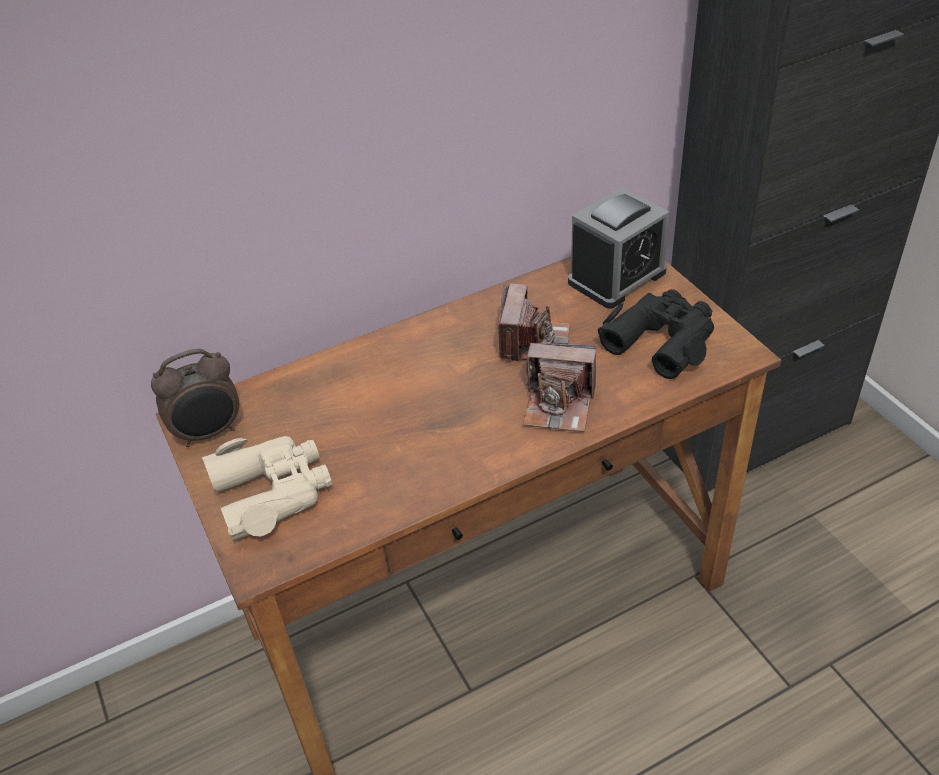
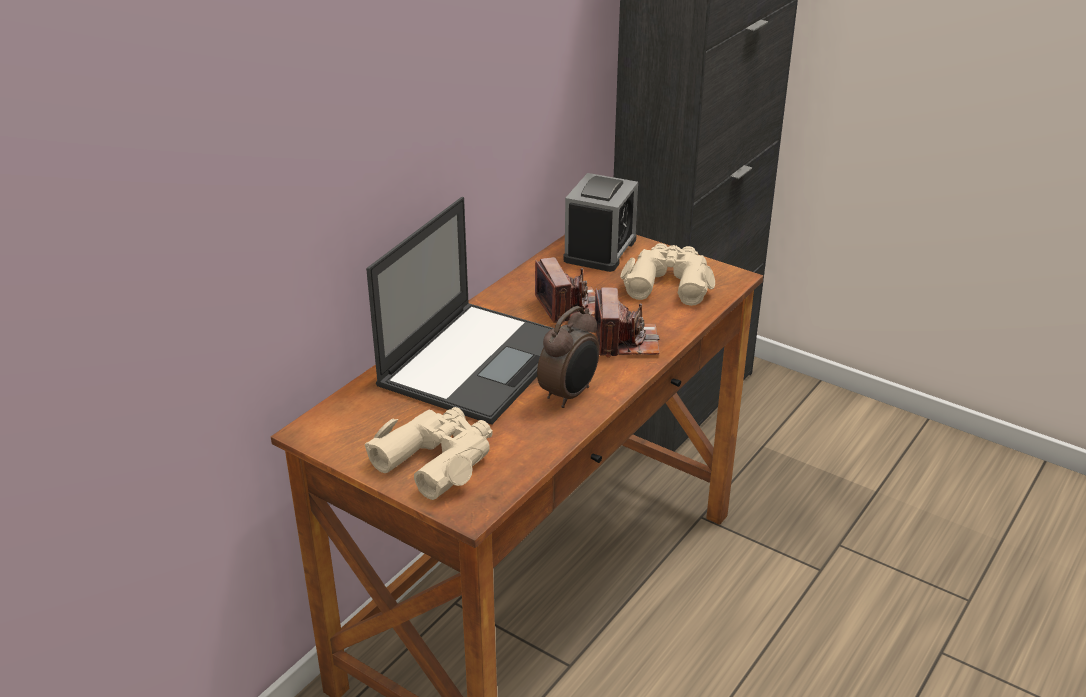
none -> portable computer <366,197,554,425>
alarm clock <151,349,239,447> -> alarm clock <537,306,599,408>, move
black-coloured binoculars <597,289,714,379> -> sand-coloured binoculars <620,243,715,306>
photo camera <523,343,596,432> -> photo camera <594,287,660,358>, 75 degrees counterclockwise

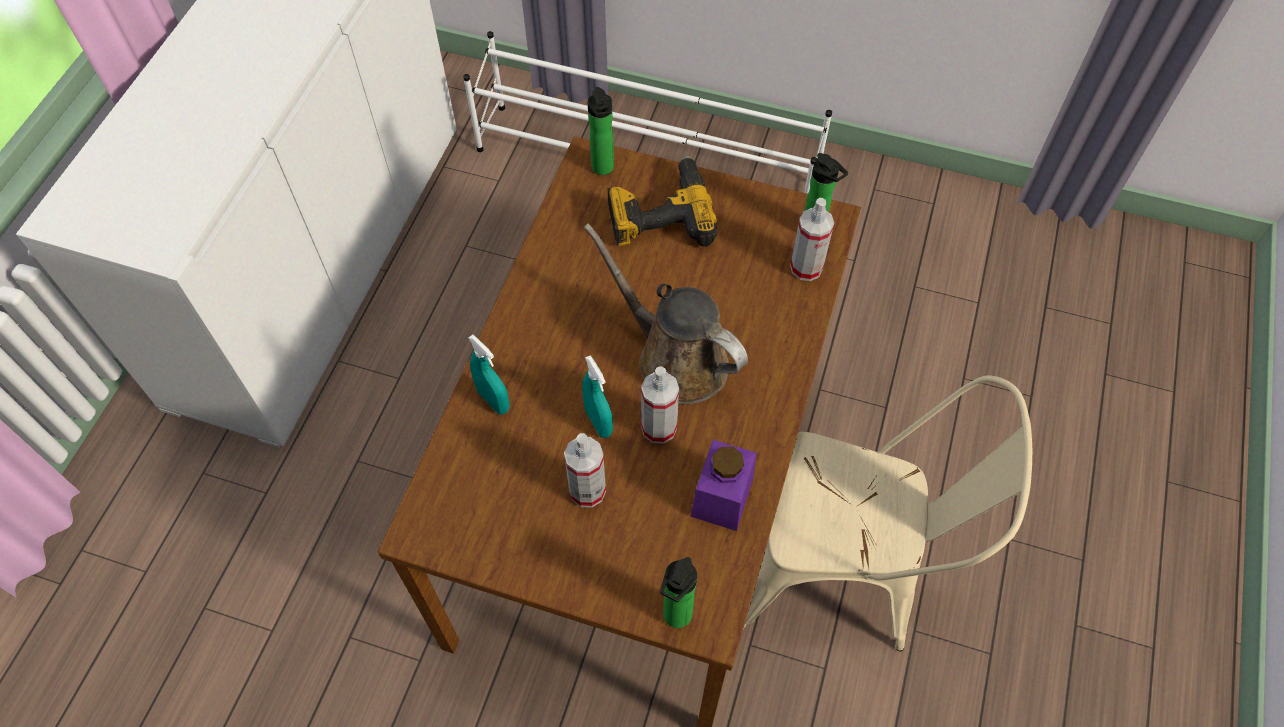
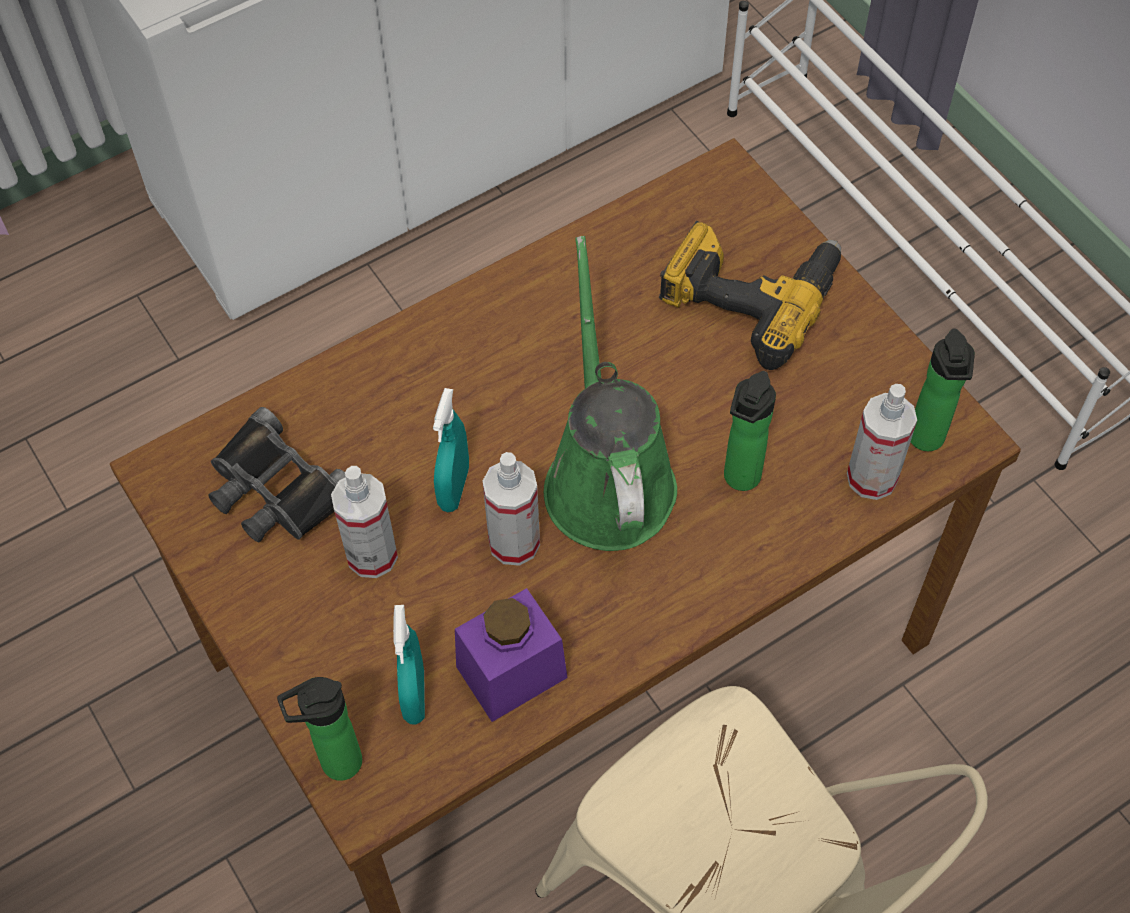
none -> black-coloured binoculars <209,407,346,542>
turquoise spray bottle <468,335,510,414> -> turquoise spray bottle <393,605,425,725>, move
drink bottle <587,87,614,175> -> drink bottle <724,371,776,491>, move
brown watering can <584,223,748,405> -> green watering can <544,236,677,551>

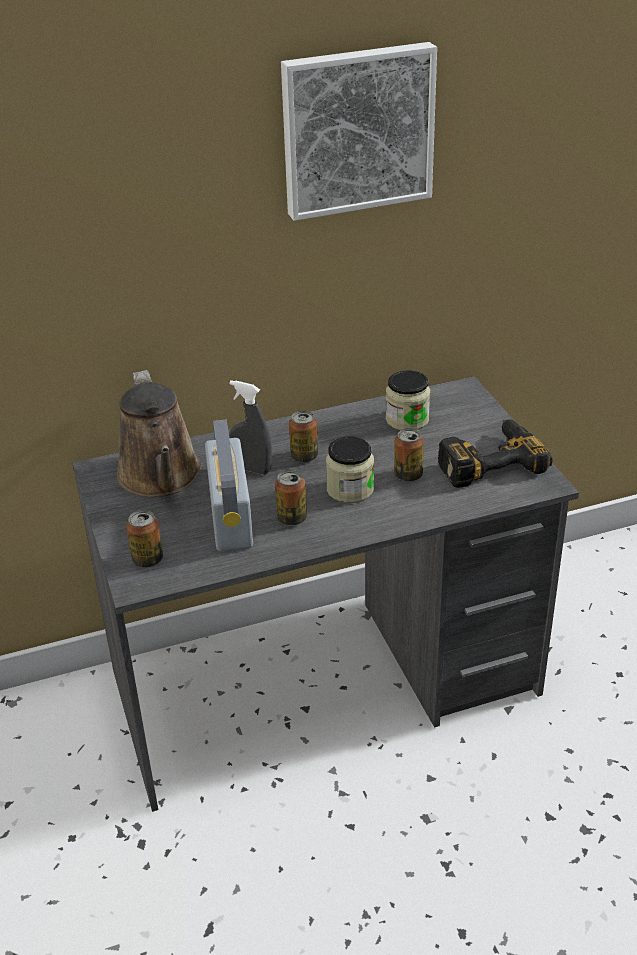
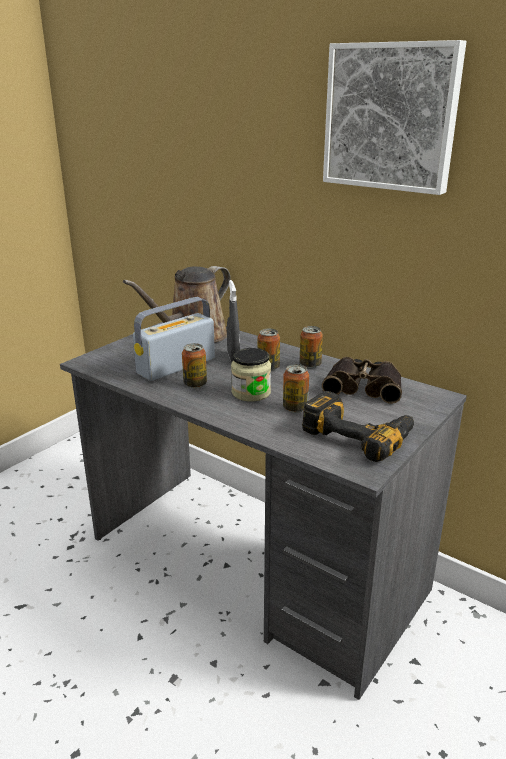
metal can <126,510,163,568> -> metal can <300,326,323,368>, move
preserve jar <386,371,430,430> -> binoculars <322,357,402,404>

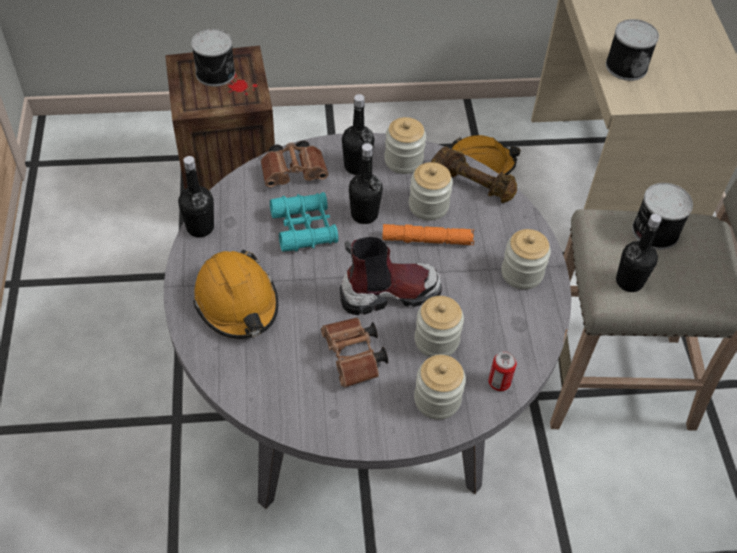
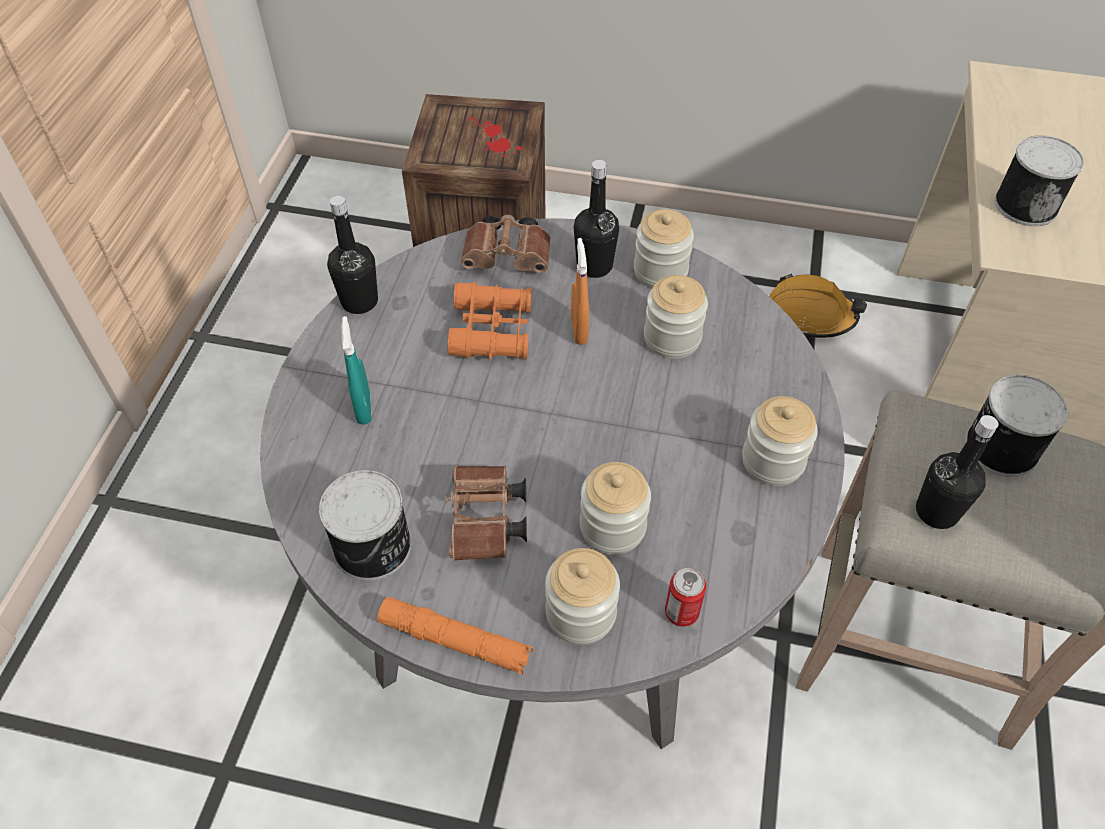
boot <340,237,442,315> -> none
brown hand weight <431,146,517,203> -> none
metal can <191,29,235,87> -> metal can <319,470,412,581>, move
orangey torch <382,224,474,245> -> orangey torch <377,597,533,675>, move
orangey hard hat <193,249,278,339> -> turquoise spray bottle <341,316,371,425>
black-coloured drink bottle <349,143,383,224> -> orangey spray bottle <571,238,589,345>
turquoise binoculars <270,192,338,252> -> orangey binoculars <448,282,532,360>

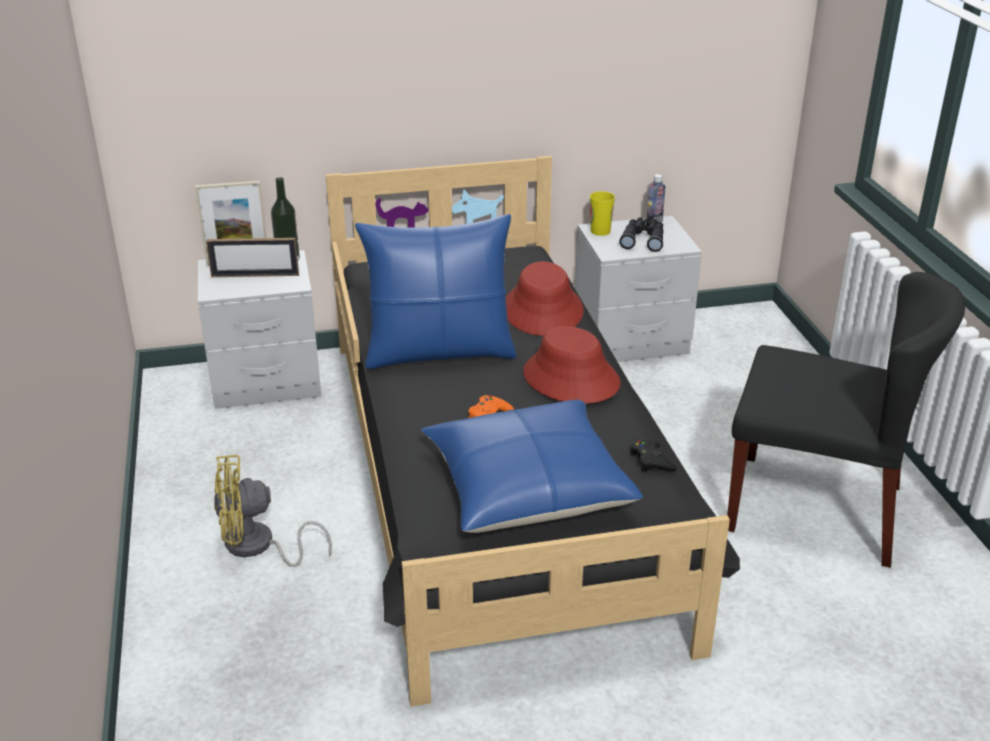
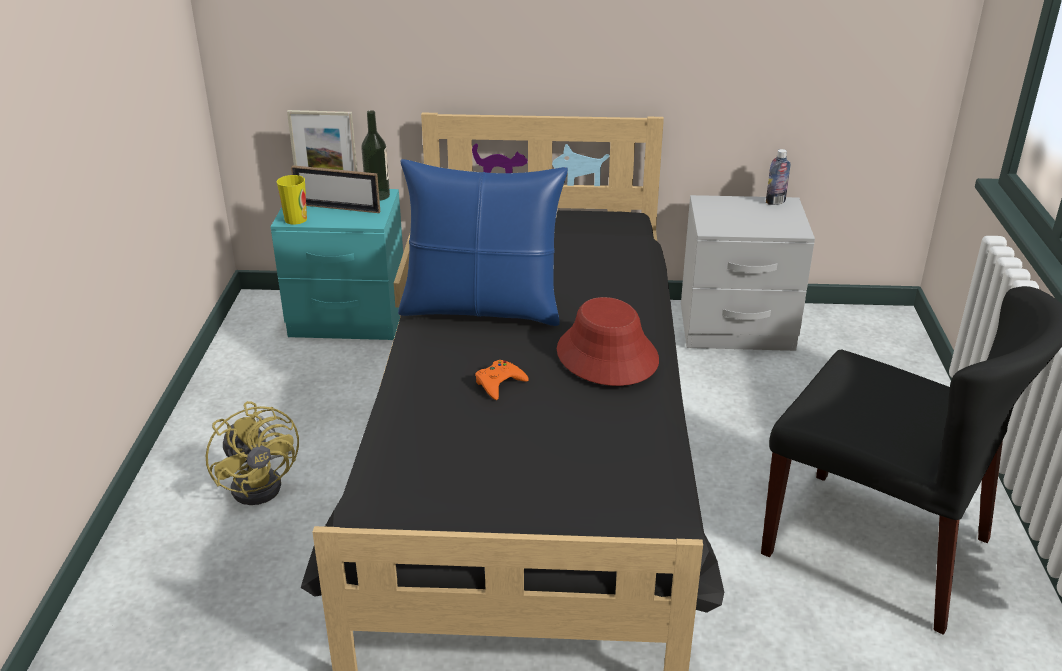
bluish throw pillow <421,400,643,533> -> none
reddish clothing hat <506,261,584,336> -> none
black-coloured binoculars <619,217,664,252> -> none
black-coloured gamepad <630,440,677,472> -> none
small cup <590,191,615,236> -> small cup <277,175,307,225>, move
grey night table <198,250,321,409> -> turquoise night table <271,189,403,340>
yellow cooling fan <214,455,332,567> -> yellow cooling fan <206,401,299,505>, 120 degrees counterclockwise

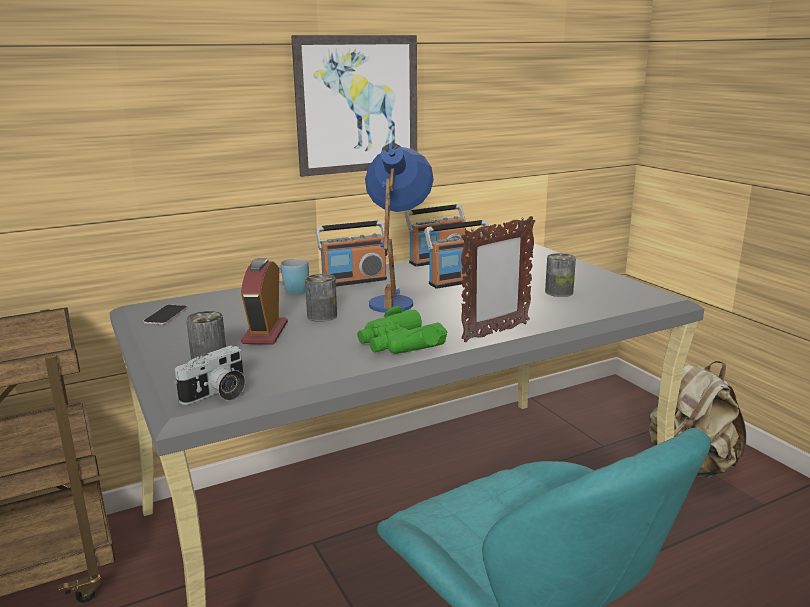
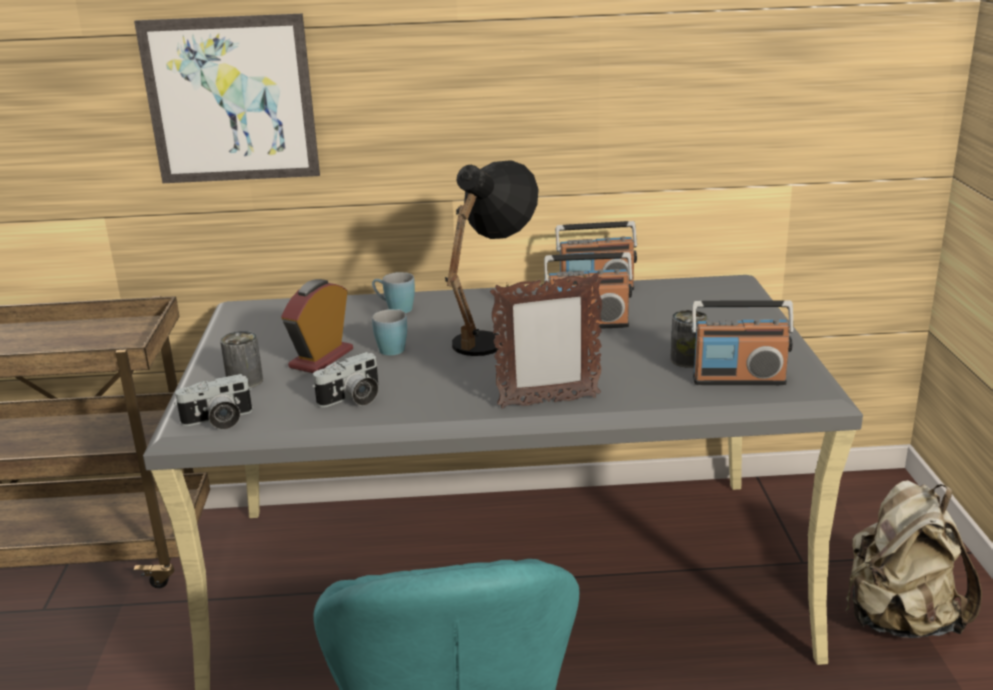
handset <143,305,187,325> -> none
green binoculars <357,306,447,354> -> none
none -> photo camera <313,352,379,407>
wall art <291,35,417,177> -> wall art <134,13,320,183>, move
radio <315,220,388,286> -> radio <692,300,794,385>, move
metal can <305,274,337,322> -> bluish mug <372,309,407,356>
bluish tabletop lamp <365,143,434,313> -> black-coloured tabletop lamp <445,160,539,356>

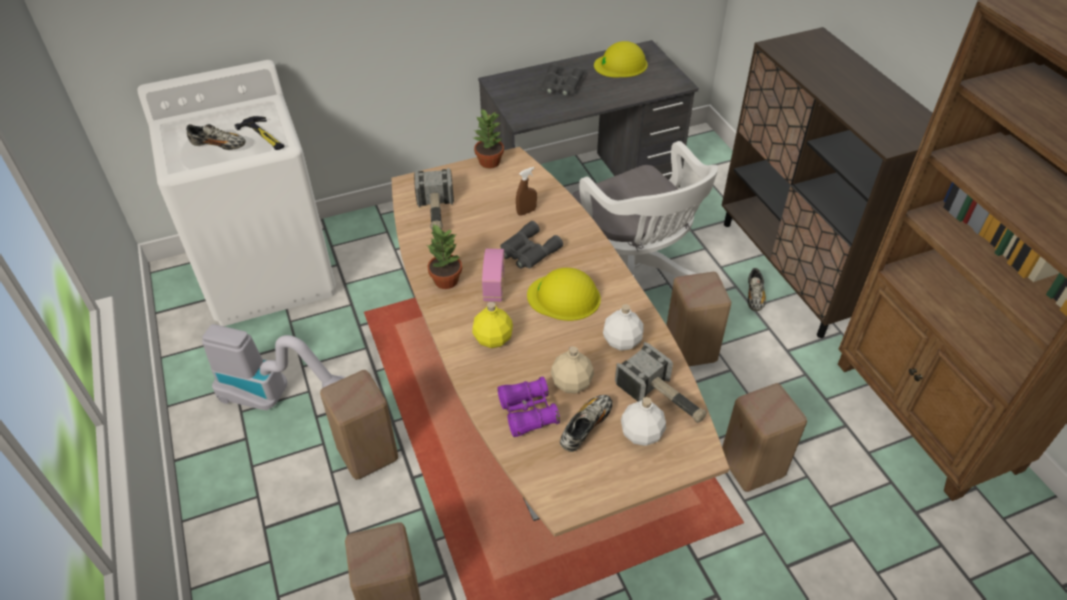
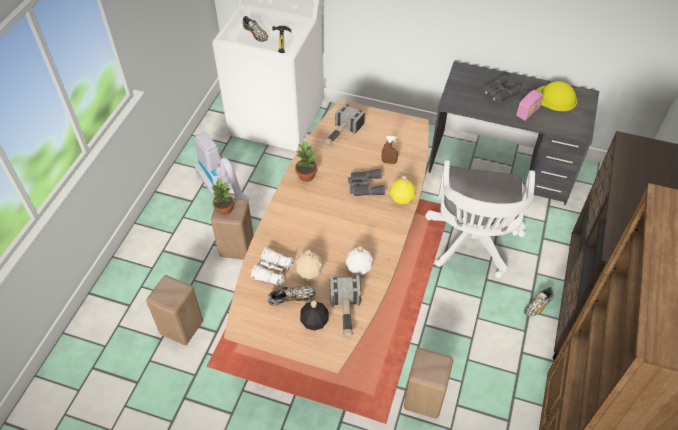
yellow hard hat <527,268,601,321> -> none
sand-coloured stool <666,272,731,366> -> none
yellow drink bottle <472,302,513,348> -> yellow drink bottle <390,176,415,204>, move
potted plant <474,108,504,168> -> potted plant <211,177,234,215>, move
radio <482,248,505,302> -> radio <516,90,544,121>, move
purple-coloured binoculars <497,377,560,437> -> whitish binoculars <251,248,294,287>
whitish drink bottle <621,397,666,446> -> black-coloured drink bottle <300,301,328,331>

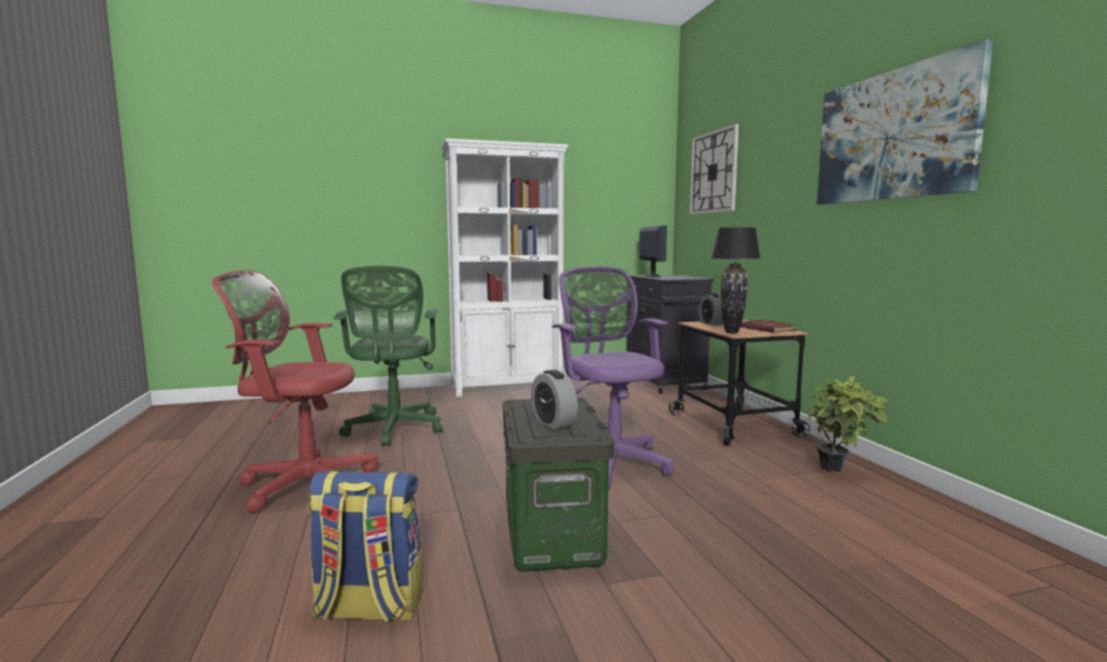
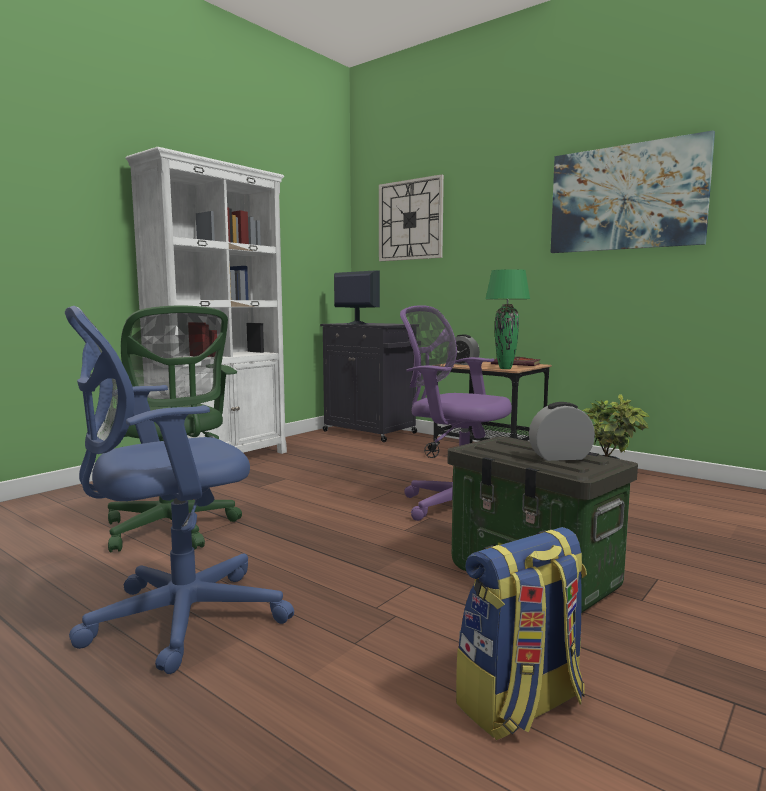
reddish desk chair <212,270,378,513> -> bluish desk chair <65,306,294,674>
black-coloured tabletop lamp <711,227,761,334> -> green tabletop lamp <485,269,530,369>
alarm clock <531,370,578,430> -> alarm clock <529,402,595,461>, 150 degrees clockwise

